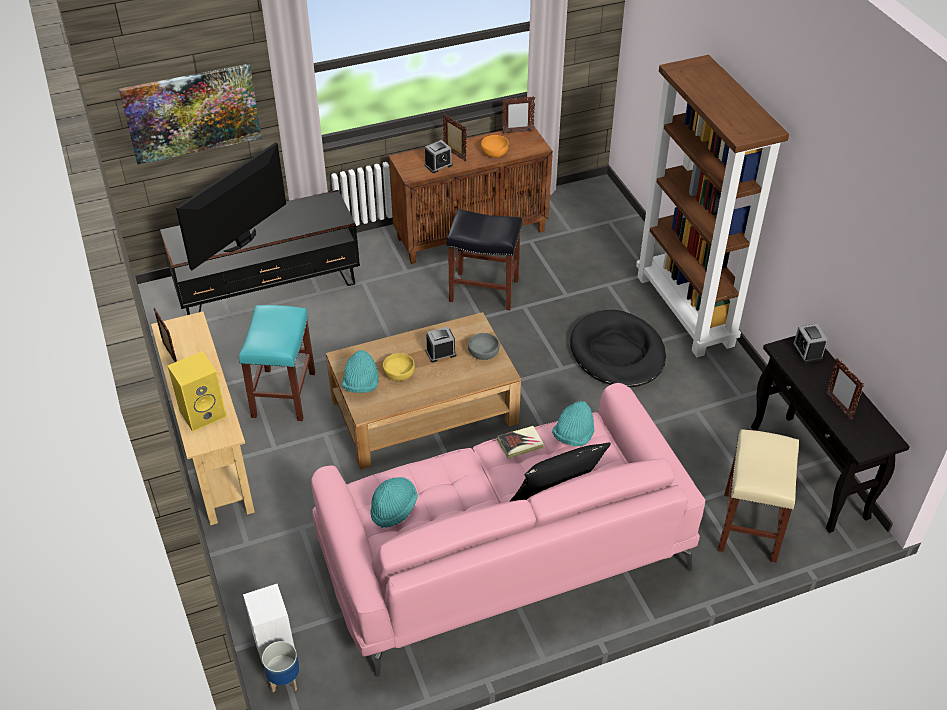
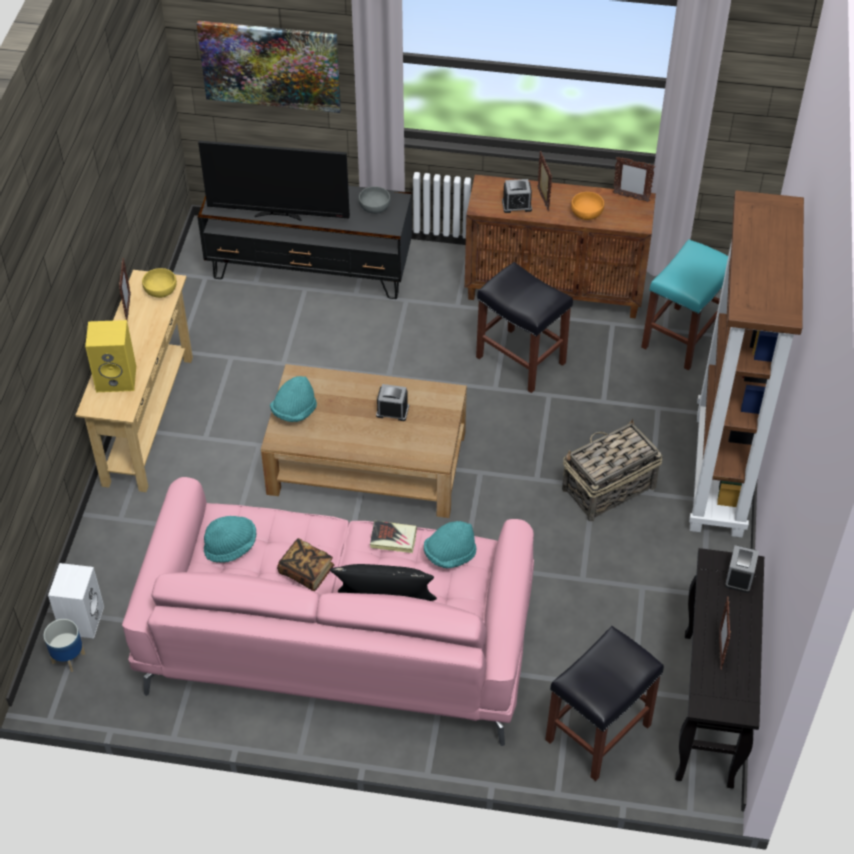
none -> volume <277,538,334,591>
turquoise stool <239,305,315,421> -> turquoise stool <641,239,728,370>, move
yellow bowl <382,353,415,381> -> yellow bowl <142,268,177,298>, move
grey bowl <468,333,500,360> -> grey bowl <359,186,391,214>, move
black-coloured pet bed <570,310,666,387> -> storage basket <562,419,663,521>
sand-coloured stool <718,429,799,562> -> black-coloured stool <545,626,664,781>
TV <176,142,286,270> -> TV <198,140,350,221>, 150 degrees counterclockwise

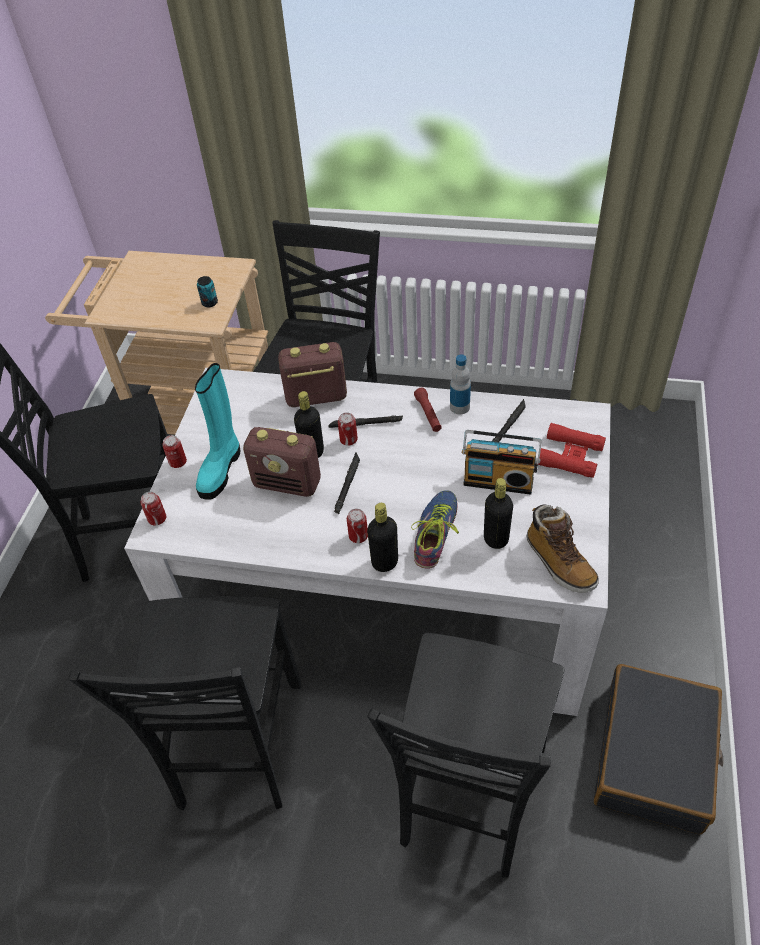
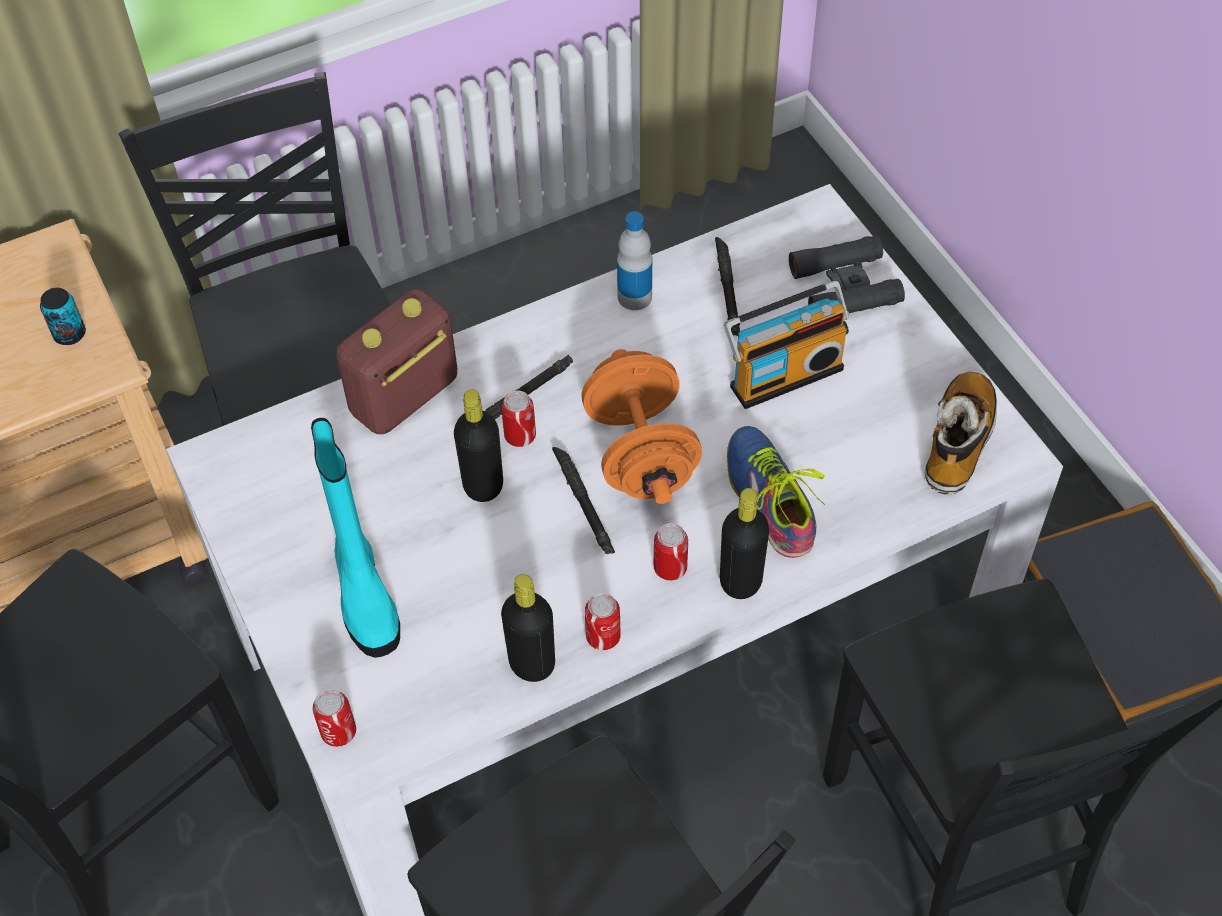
radio <243,427,321,497> -> none
reddish torch <414,388,442,432> -> none
none -> orangey hand weight <581,349,702,504>
metal can <162,435,187,468> -> metal can <585,593,621,650>, move
black-coloured drink bottle <484,478,513,549> -> black-coloured drink bottle <501,574,555,682>, move
reddish binoculars <538,423,606,478> -> black-coloured binoculars <789,236,905,313>
boot <527,504,599,593> -> boot <925,372,997,494>, 90 degrees counterclockwise

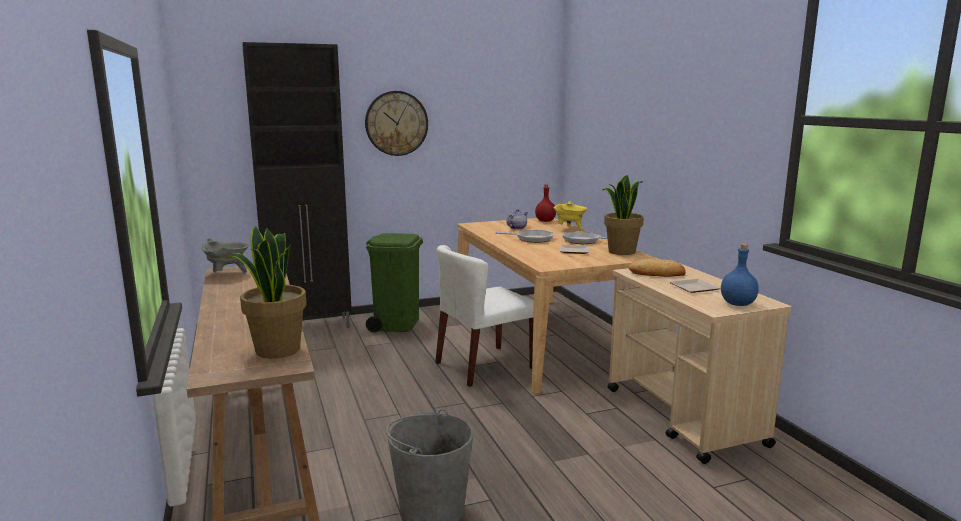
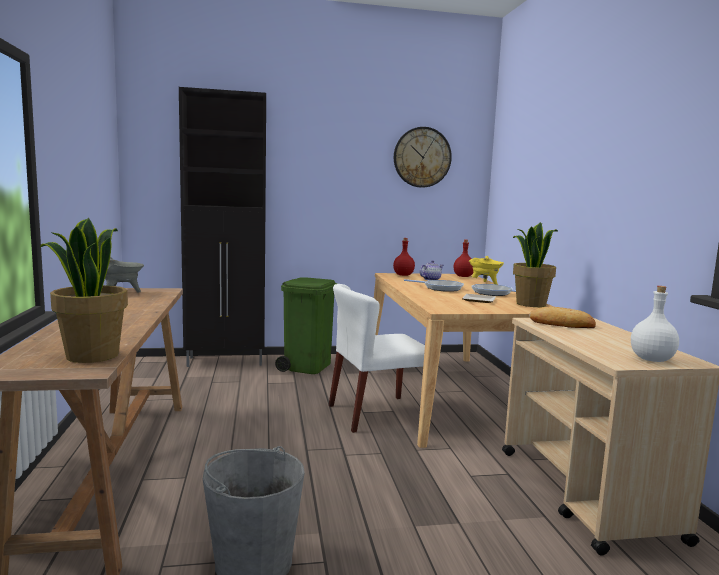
dinner plate <670,279,720,293> -> none
none -> reddish drink bottle <393,238,415,276>
clock on the wall <365,91,428,156> -> clock on the wall <394,127,452,187>, move
bluish drink bottle <721,244,759,306> -> whitish drink bottle <631,286,679,362>

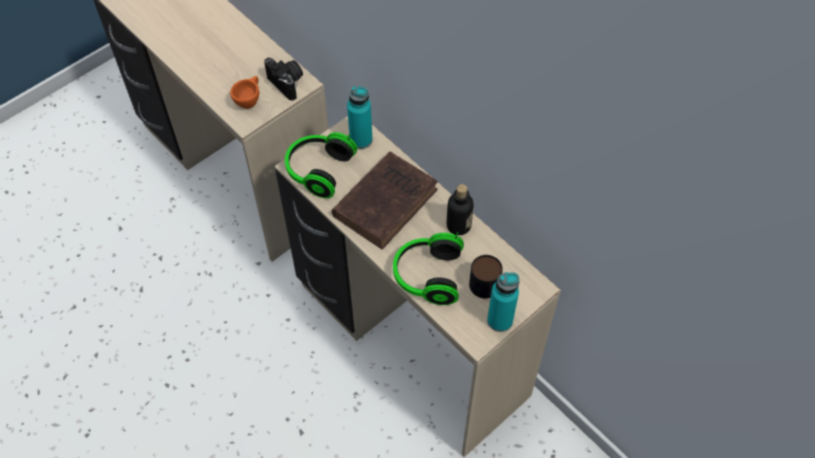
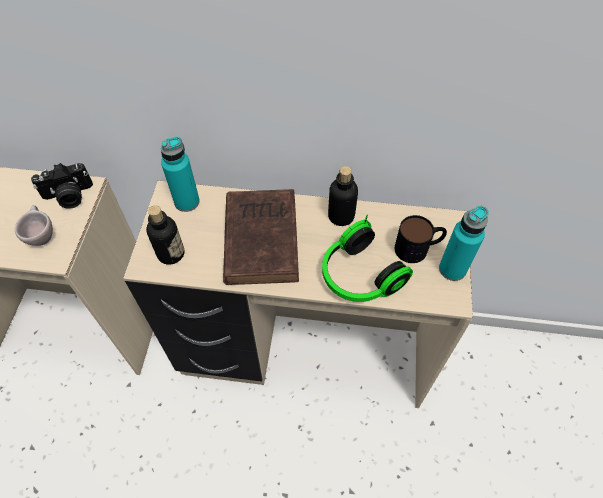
headphones <285,132,357,198> -> drink bottle <146,205,185,265>
orangey small cup <230,76,259,109> -> sand-coloured small cup <15,205,53,246>
photo camera <264,58,303,101> -> photo camera <31,163,93,209>, 150 degrees clockwise

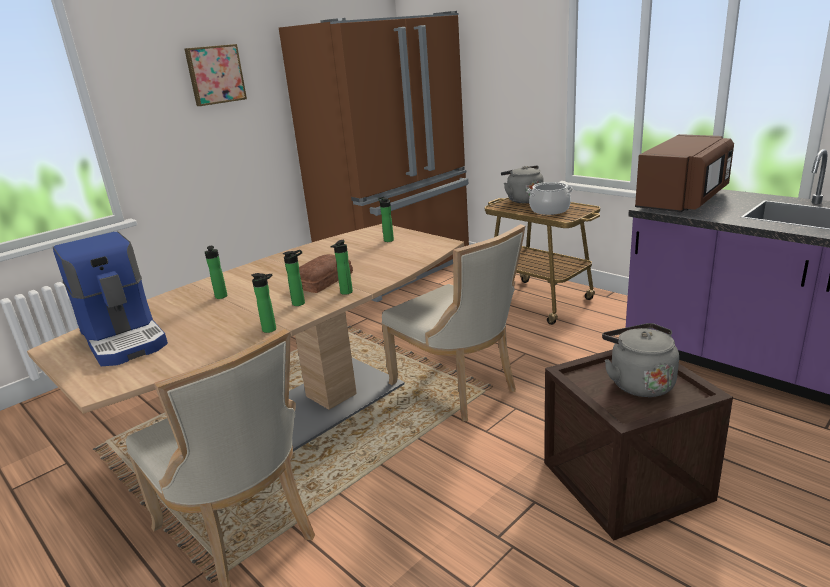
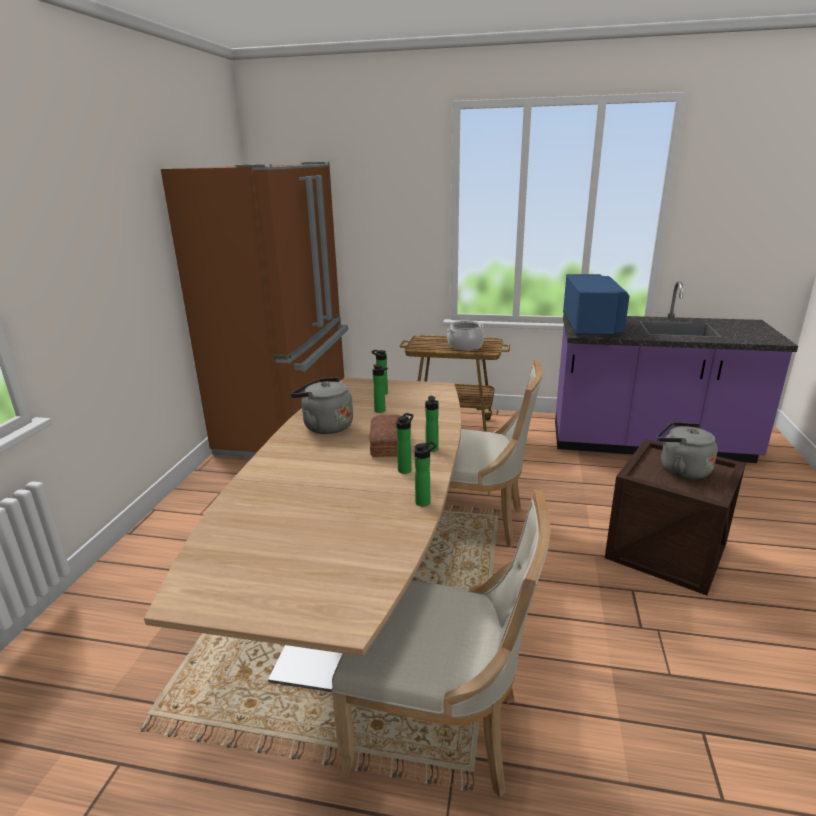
coffee machine <53,231,168,366> -> none
wall art <185,44,247,106> -> none
drink bottle <205,246,227,299> -> drink bottle <373,365,388,413>, move
grey tea kettle <501,166,544,203> -> grey tea kettle <290,377,353,434>, move
brown microwave <635,134,734,212> -> bluish microwave <563,274,629,335>

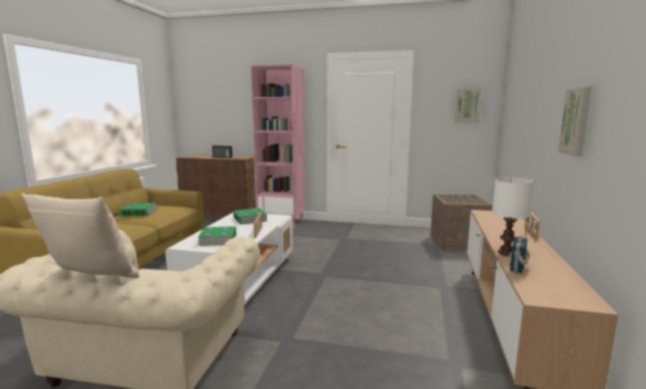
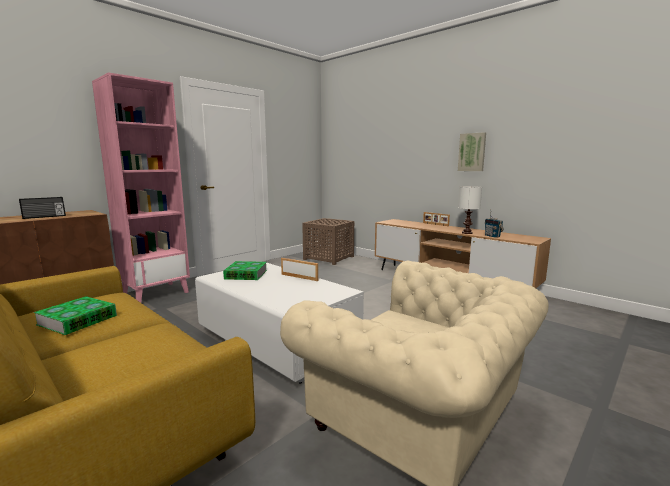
sand-coloured throw pillow <21,193,139,278> -> none
volume <198,226,236,246> -> none
wall art <455,88,482,123> -> none

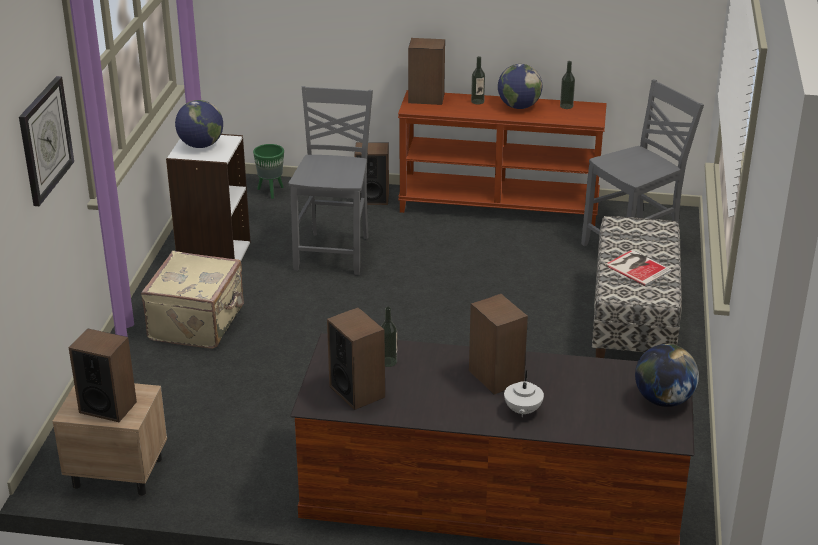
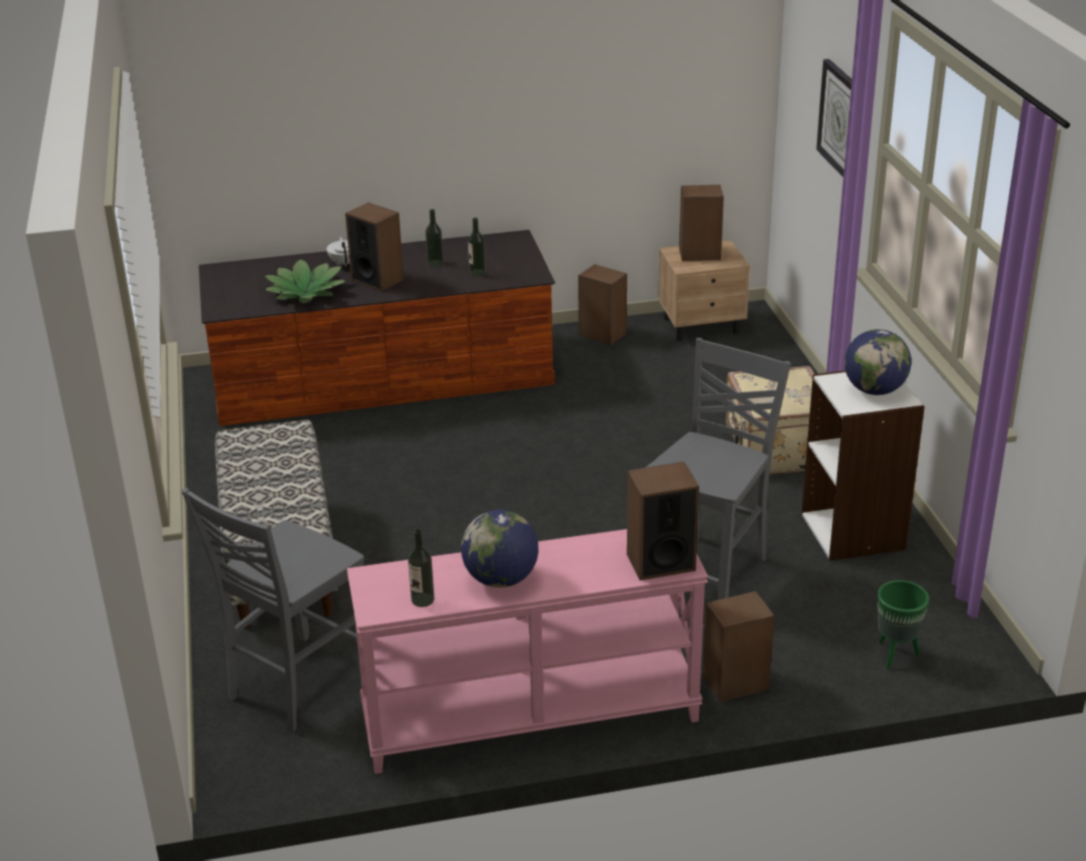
volume <605,250,672,286> -> none
desk globe <635,344,699,407> -> none
none -> potted plant <263,258,347,304>
audio speaker <327,307,385,410> -> audio speaker <578,264,627,345>, move
drink bottle <471,56,485,104> -> drink bottle <425,209,443,267>, move
brown narrow table <398,90,607,226> -> pink-coloured narrow table <347,529,708,774>
grey plain chair <289,86,373,275> -> grey plain chair <645,338,791,600>, 135 degrees counterclockwise

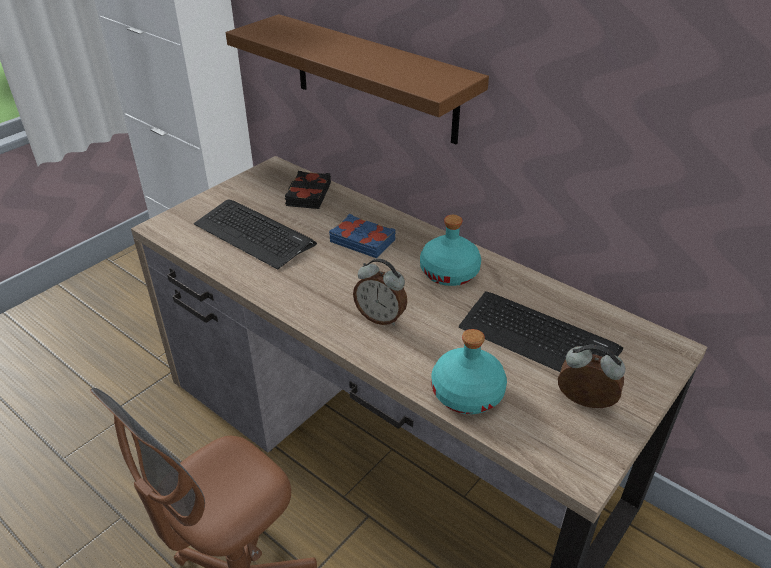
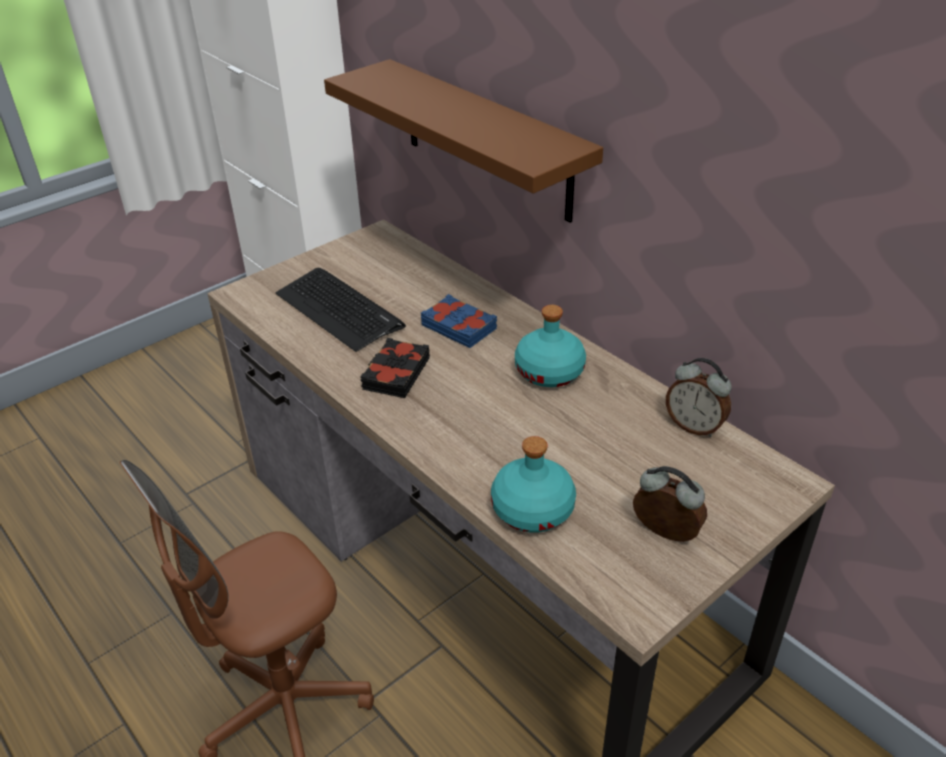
PC keyboard <459,291,623,372> -> none
black-coloured volume <285,171,331,209> -> black-coloured volume <360,338,430,398>, move
alarm clock <353,259,407,326> -> alarm clock <666,358,732,437>, move

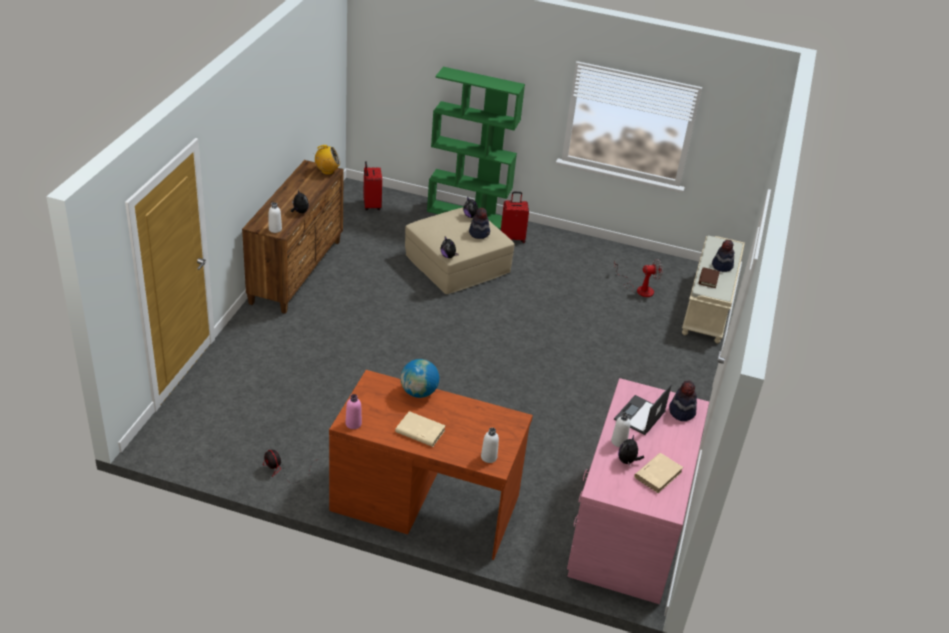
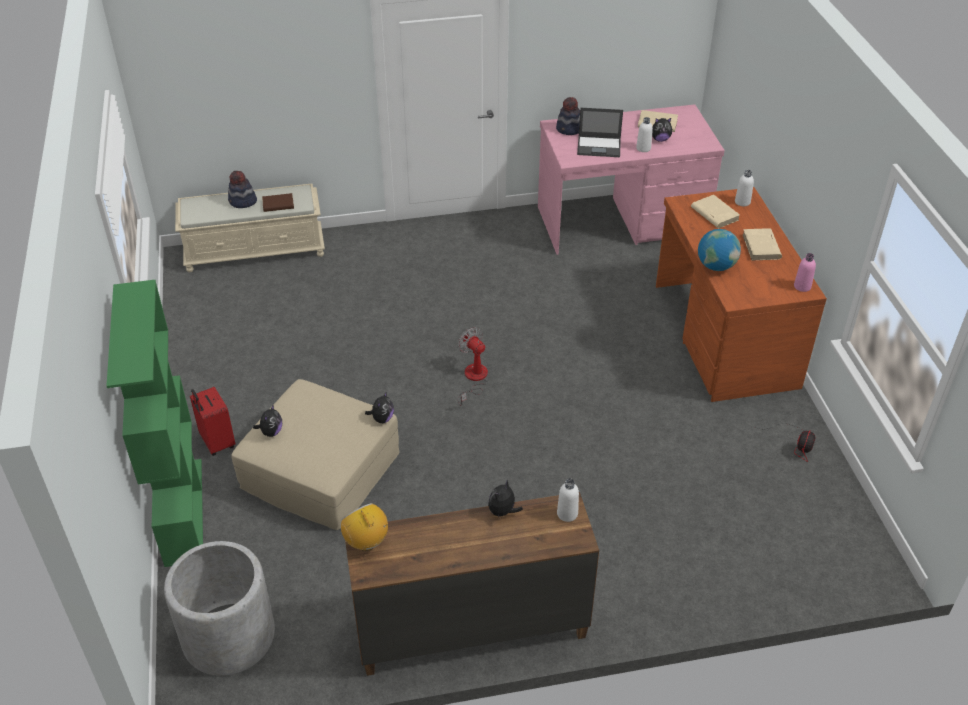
clothing hat <469,208,490,239> -> none
none -> sand-coloured volume <691,195,740,228>
cooling fan <614,259,663,297> -> cooling fan <458,327,488,406>, move
reddish travel case <363,161,382,210> -> grey plant pot <164,541,275,676>

